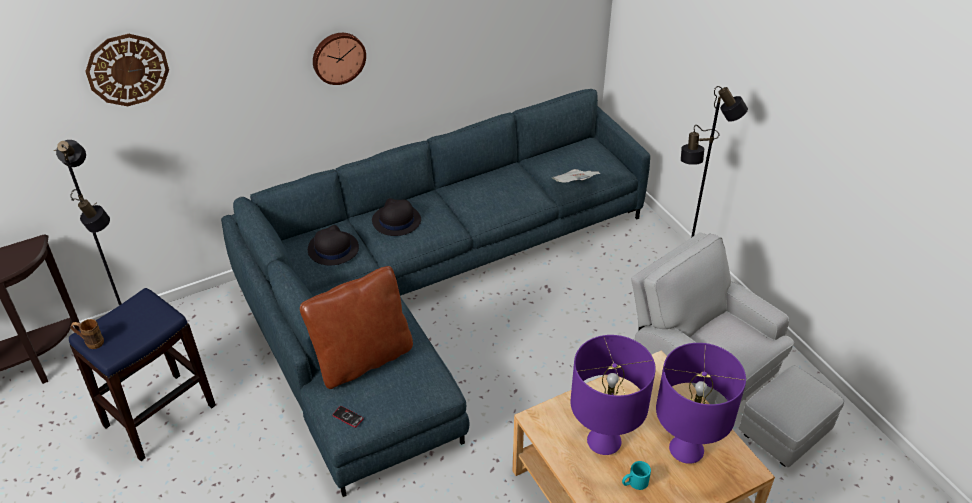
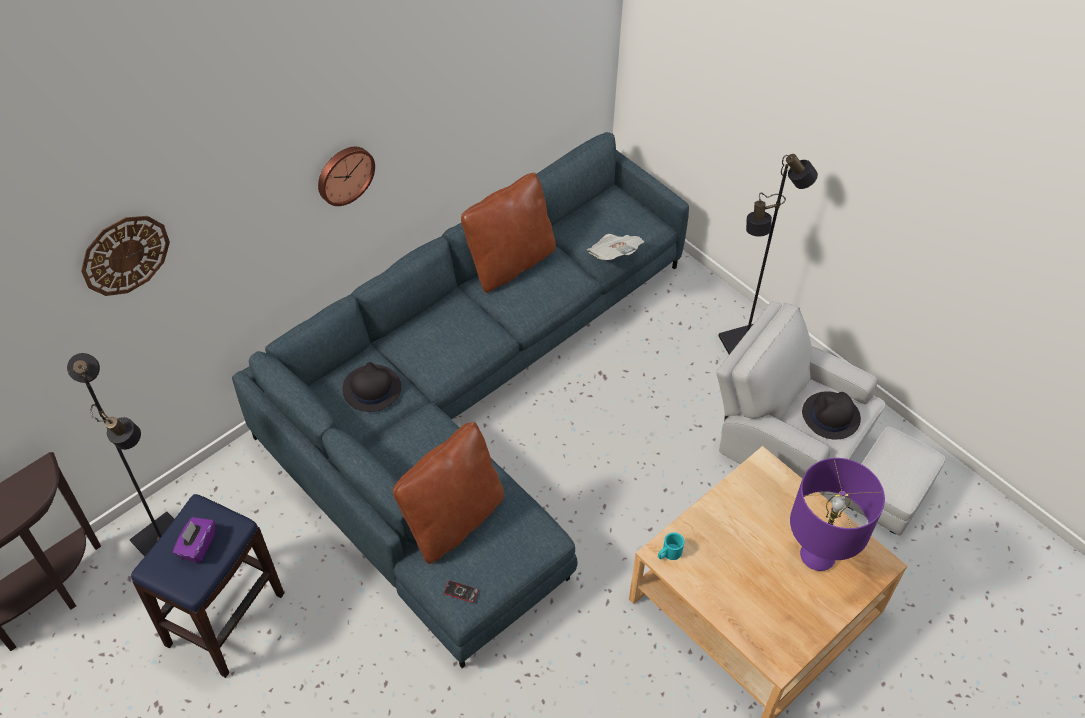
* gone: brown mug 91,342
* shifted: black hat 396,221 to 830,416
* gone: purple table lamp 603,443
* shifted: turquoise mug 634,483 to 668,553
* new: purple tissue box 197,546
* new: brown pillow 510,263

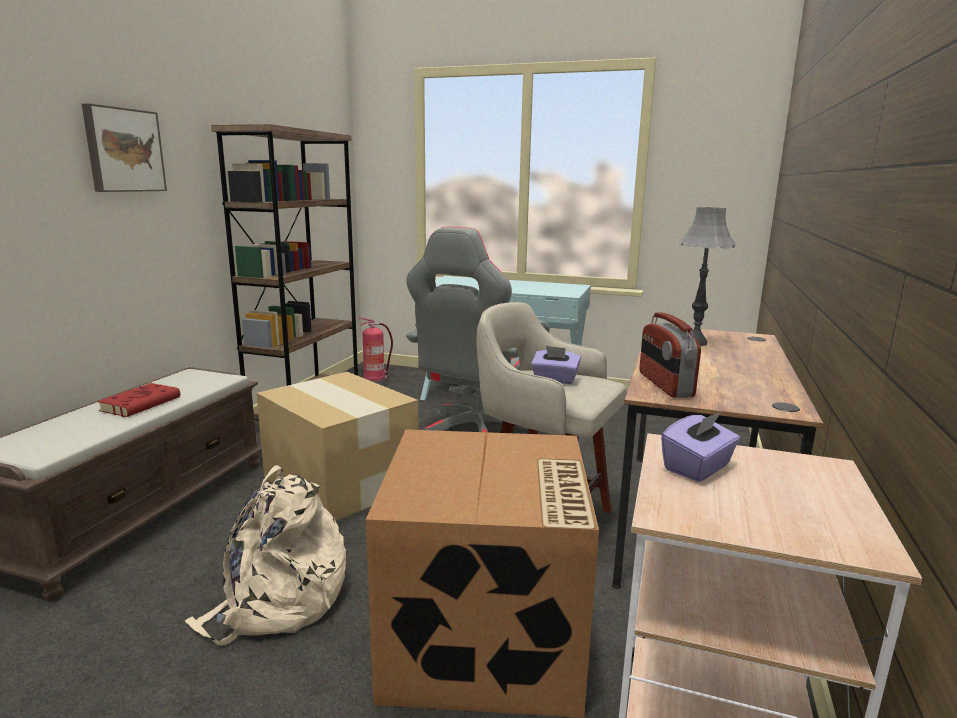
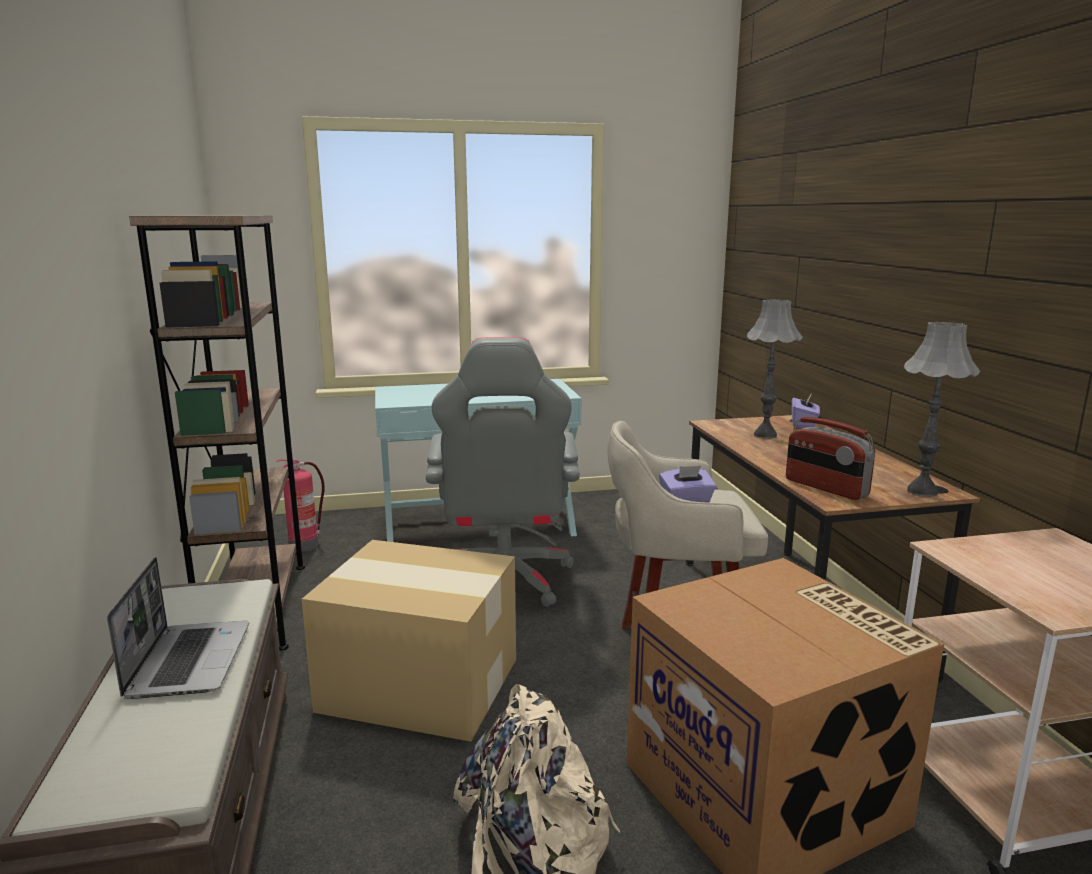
* gone: picture 123,150
* swapped: red book 142,403 to laptop 188,660
* shifted: purple tissue box 698,468 to 804,424
* new: grey table lamp 921,492

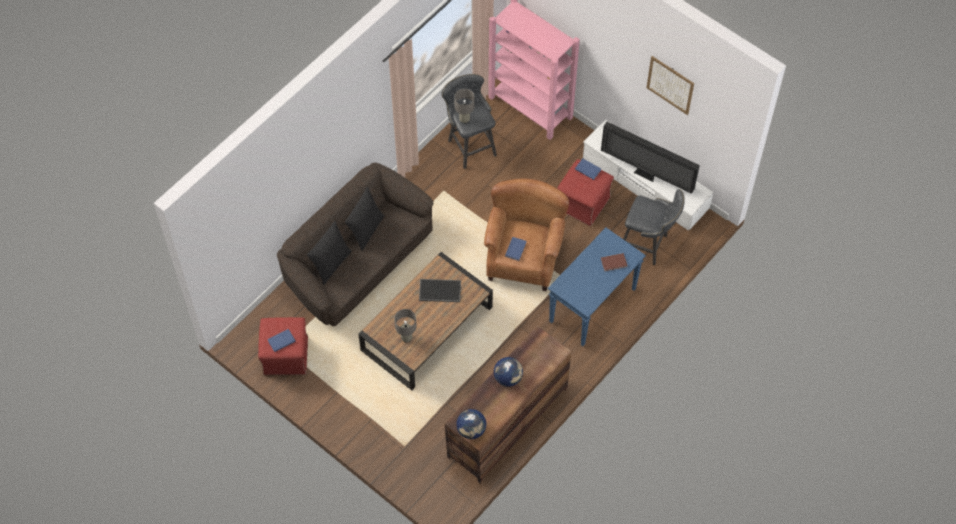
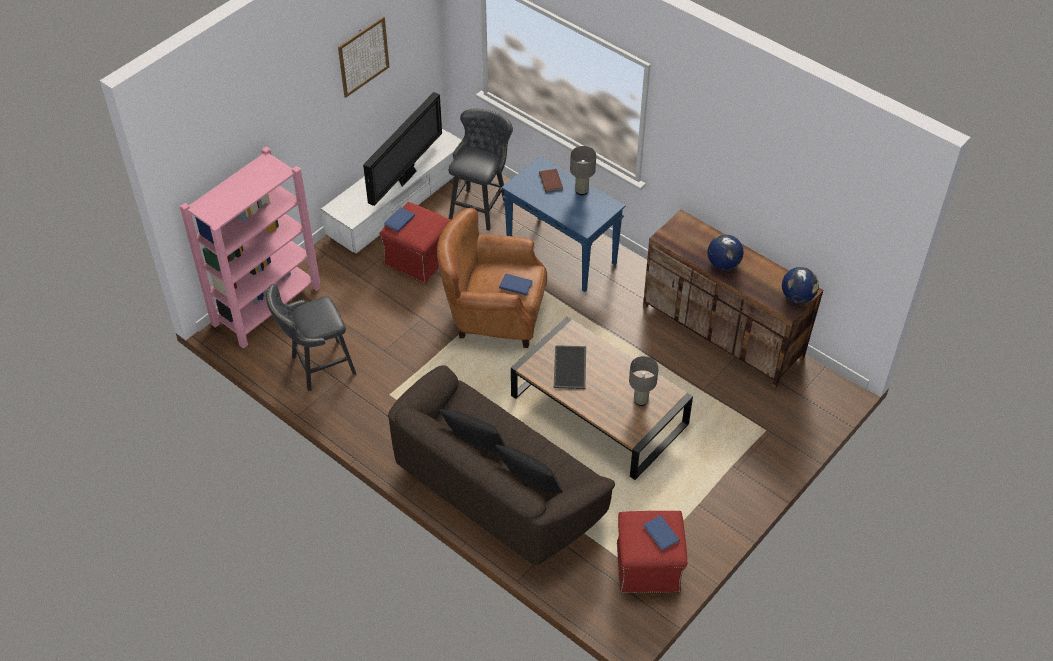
* shifted: grey table lamp 464,120 to 582,191

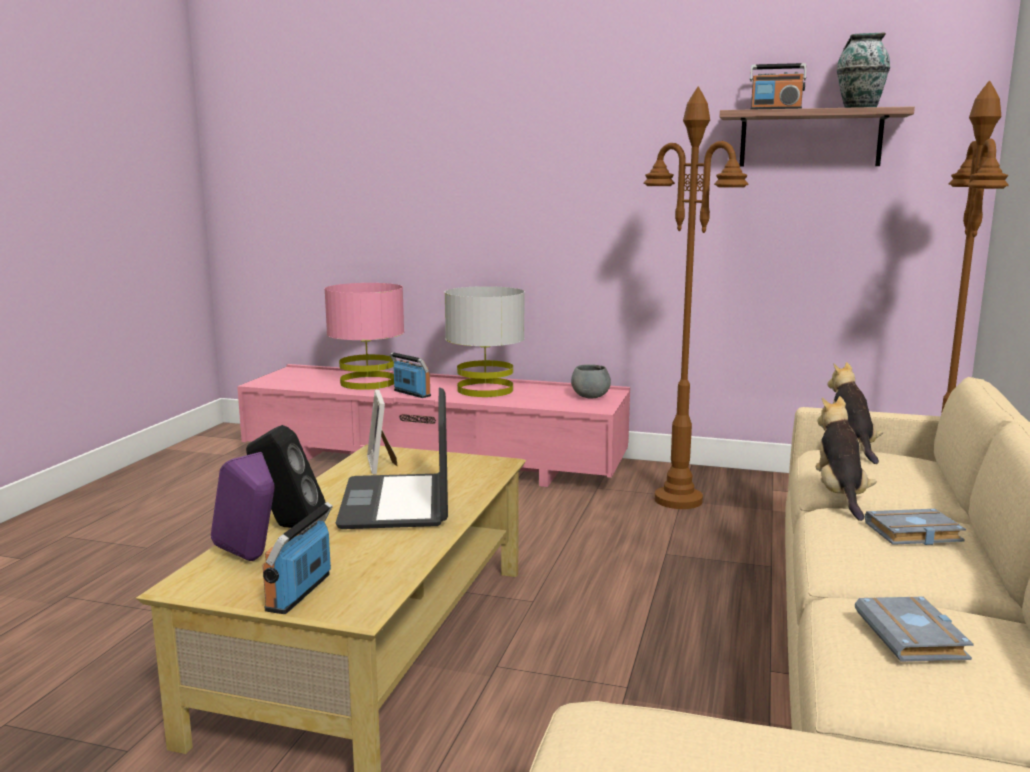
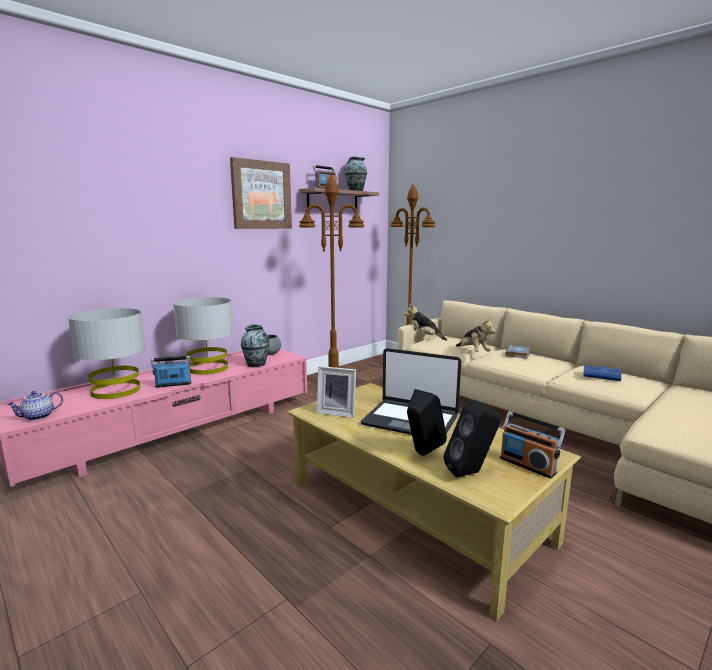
* repainted: purple speaker 251,560 to black speaker 471,473
* repainted: pink table lamp 368,383 to grey table lamp 116,390
* rotated: plush toy 840,496 = 473,352 150 degrees counterclockwise
* repainted: grey book 914,637 to blue book 602,375
* new: teapot 38,417
* new: picture 261,195
* new: vase 256,364

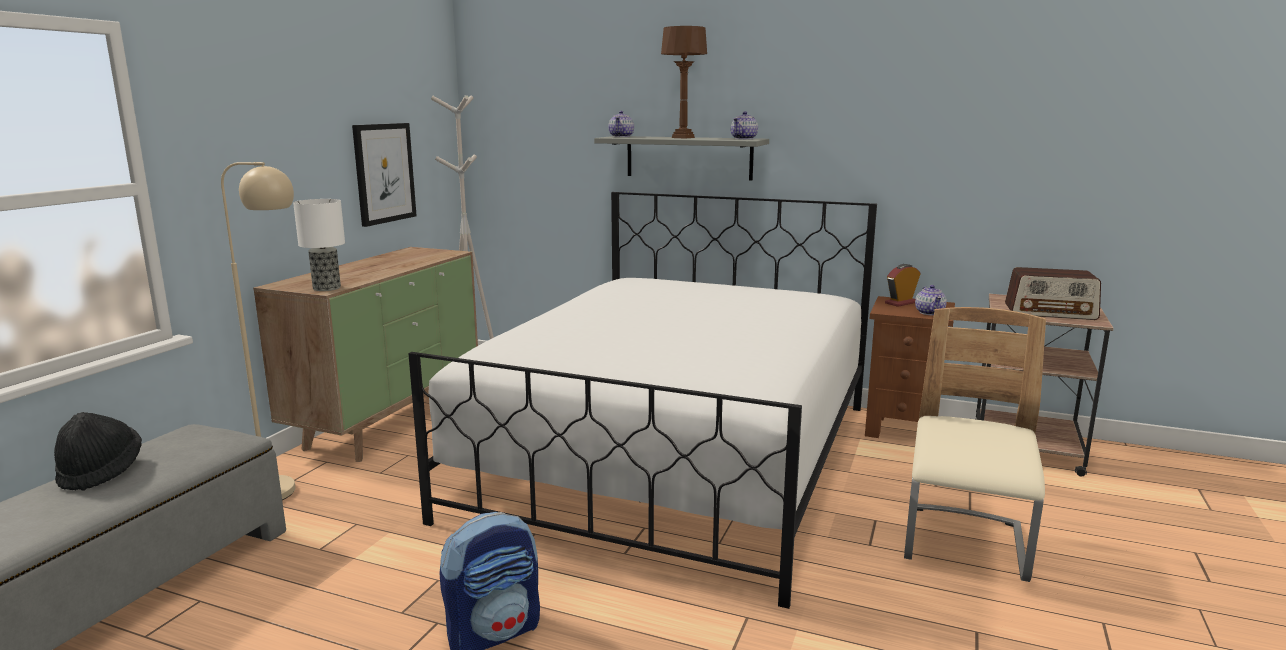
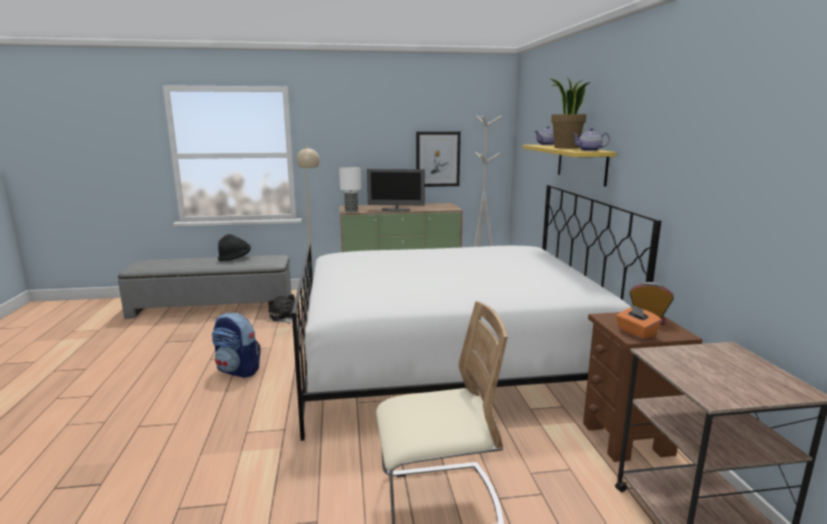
* repainted: grey shelf 688,157 to yellow shelf 581,164
* swapped: brown table lamp 682,137 to potted plant 565,147
* swapped: teapot 929,312 to orange tissue box 636,332
* gone: radio 1050,312
* new: plush toy 284,317
* new: monitor 396,210

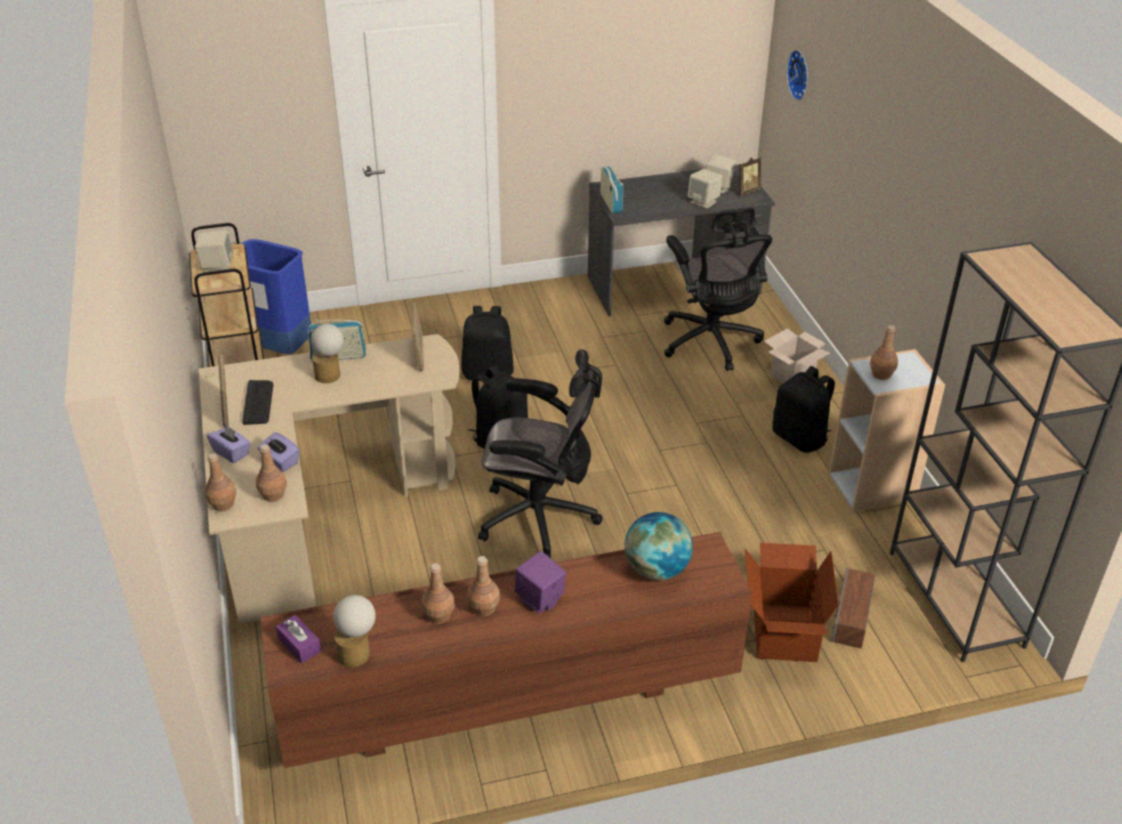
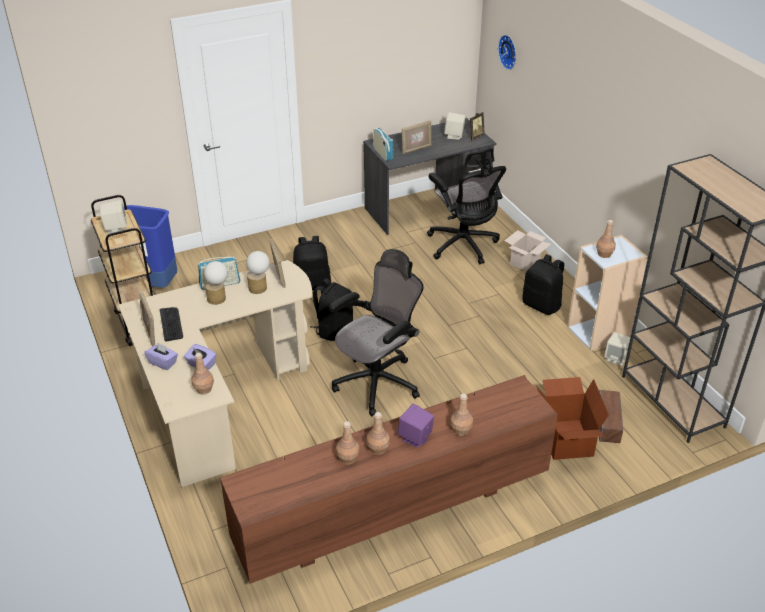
* shifted: brown bottle 223,504 to 461,430
* gone: purple tissue box 299,645
* shifted: table lamp 358,652 to 259,287
* rotated: office chair 539,518 = 377,383 45 degrees counterclockwise
* gone: globe 657,570
* shifted: beige speaker 704,202 to 616,358
* new: picture frame 416,149

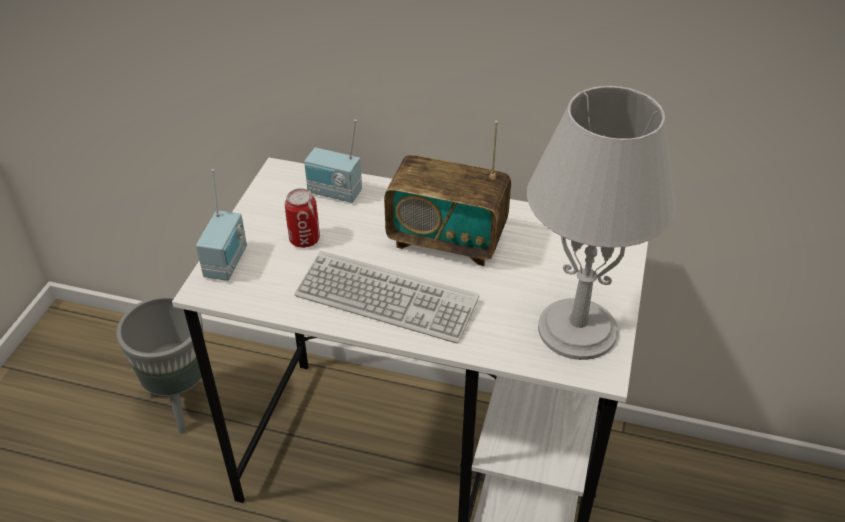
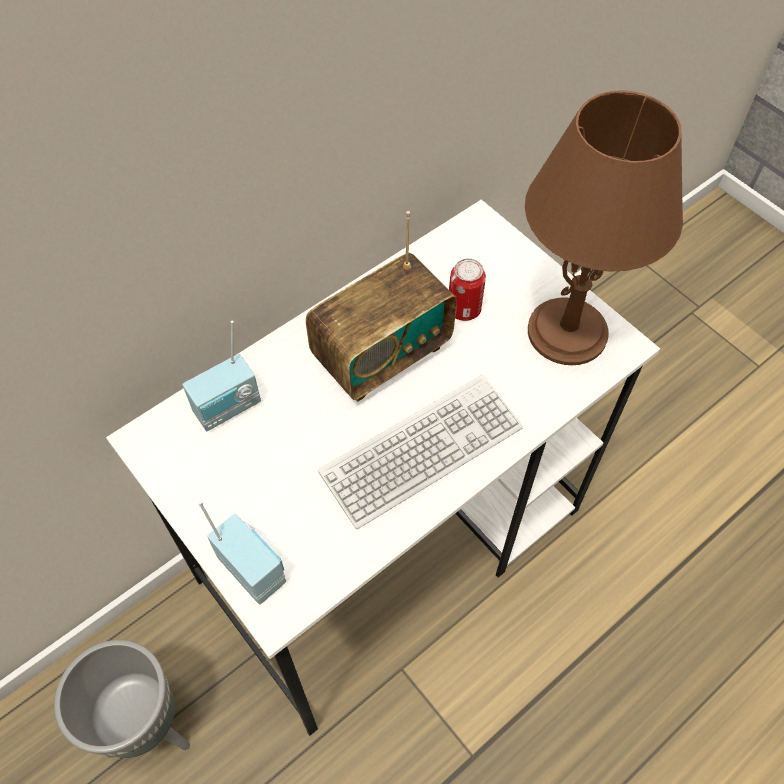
* shifted: can 304,239 to 464,309
* repainted: grey table lamp 576,330 to brown table lamp 567,333

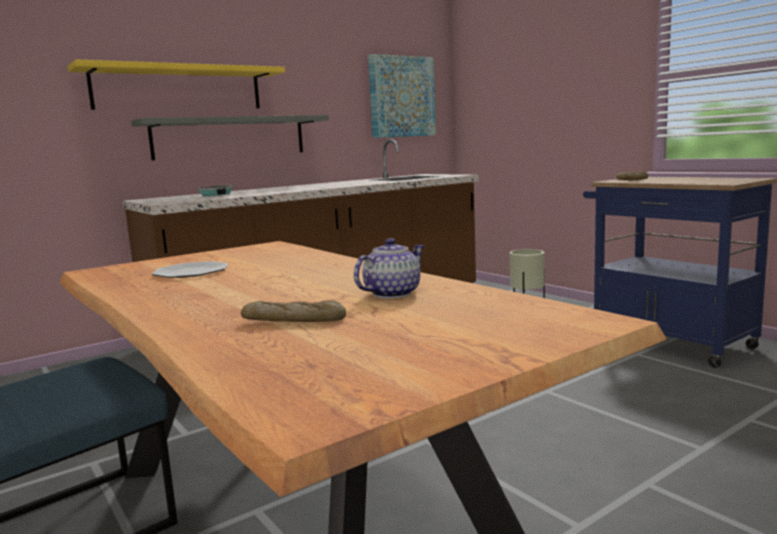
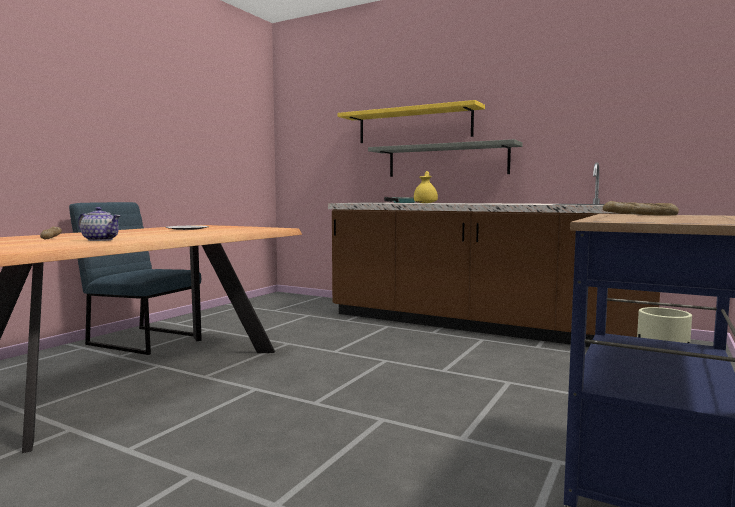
* gone: picture 401,97
* new: yellow teapot 426,203

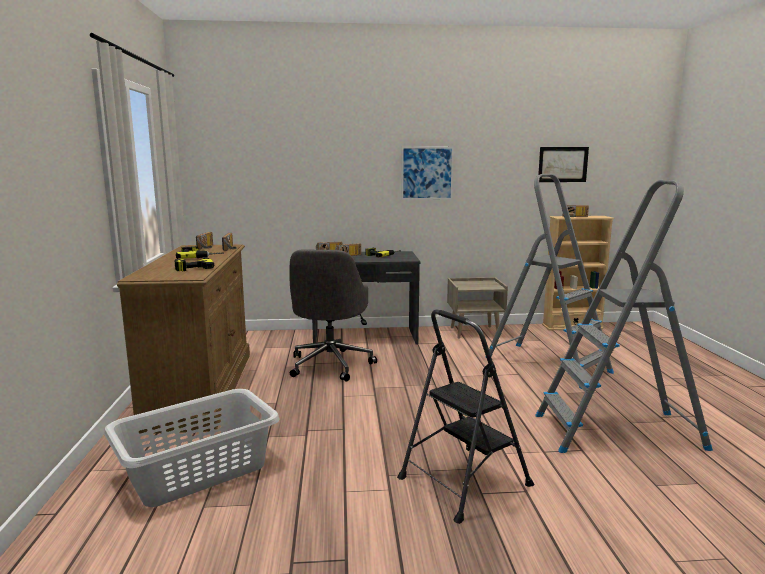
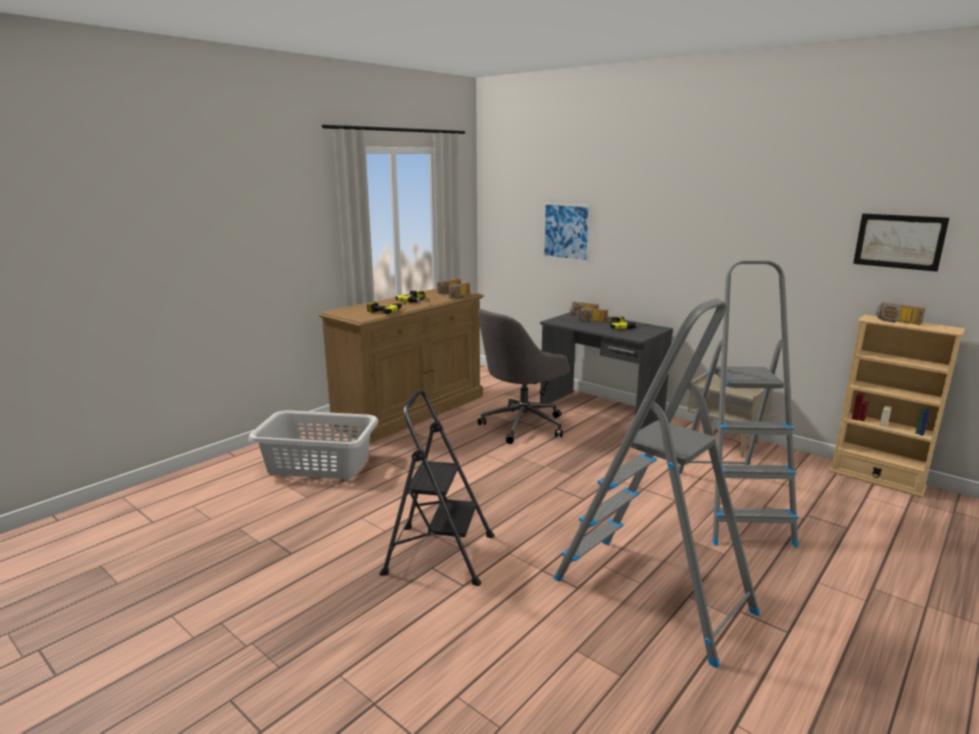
* shifted: picture 427,173 to 566,232

